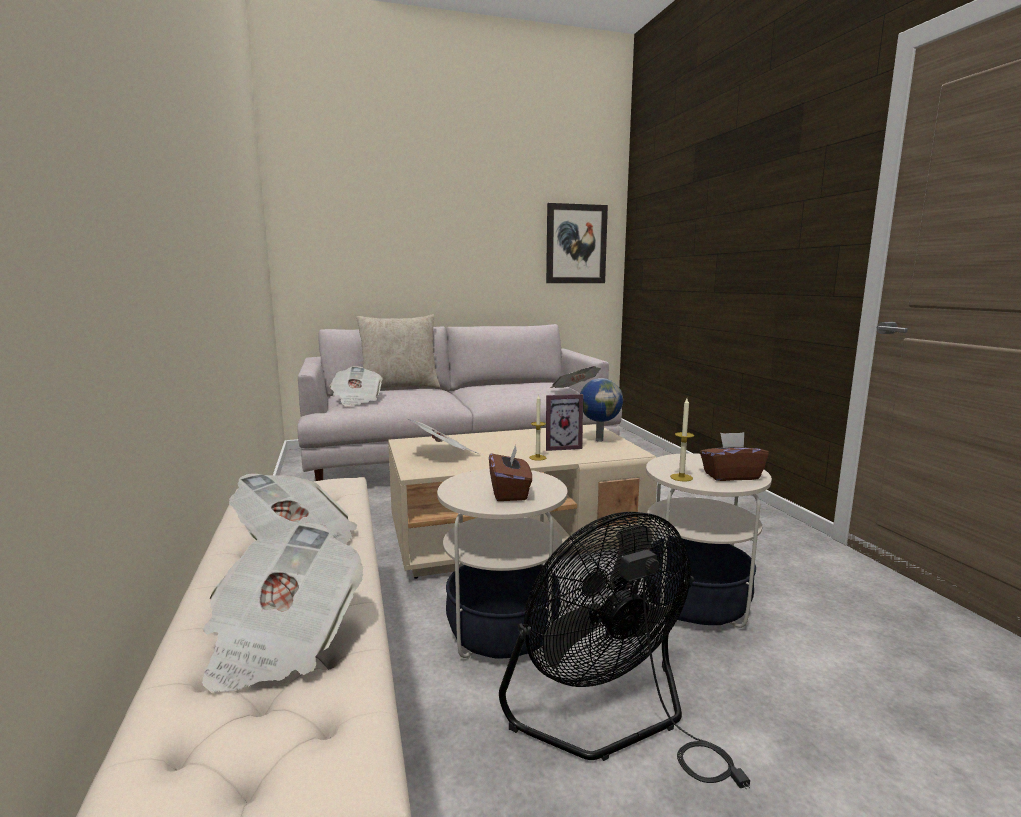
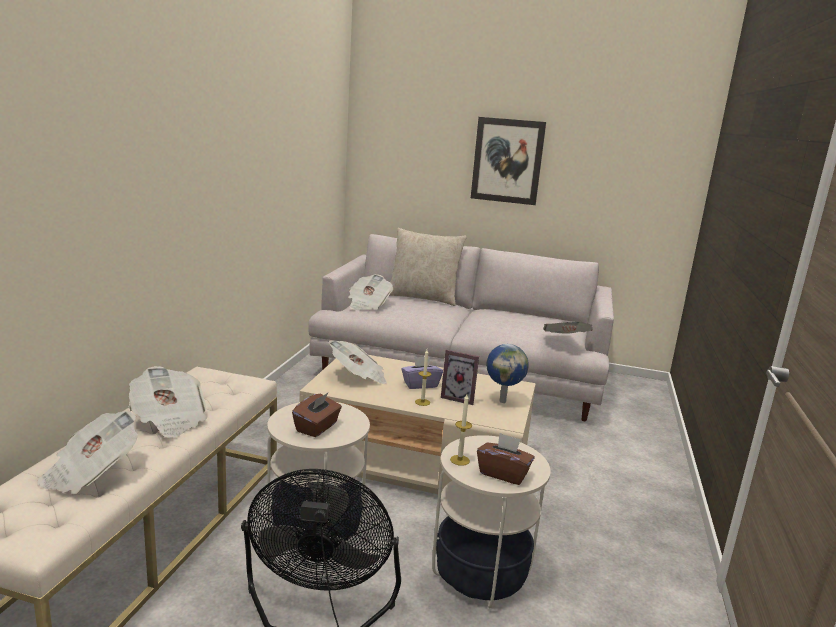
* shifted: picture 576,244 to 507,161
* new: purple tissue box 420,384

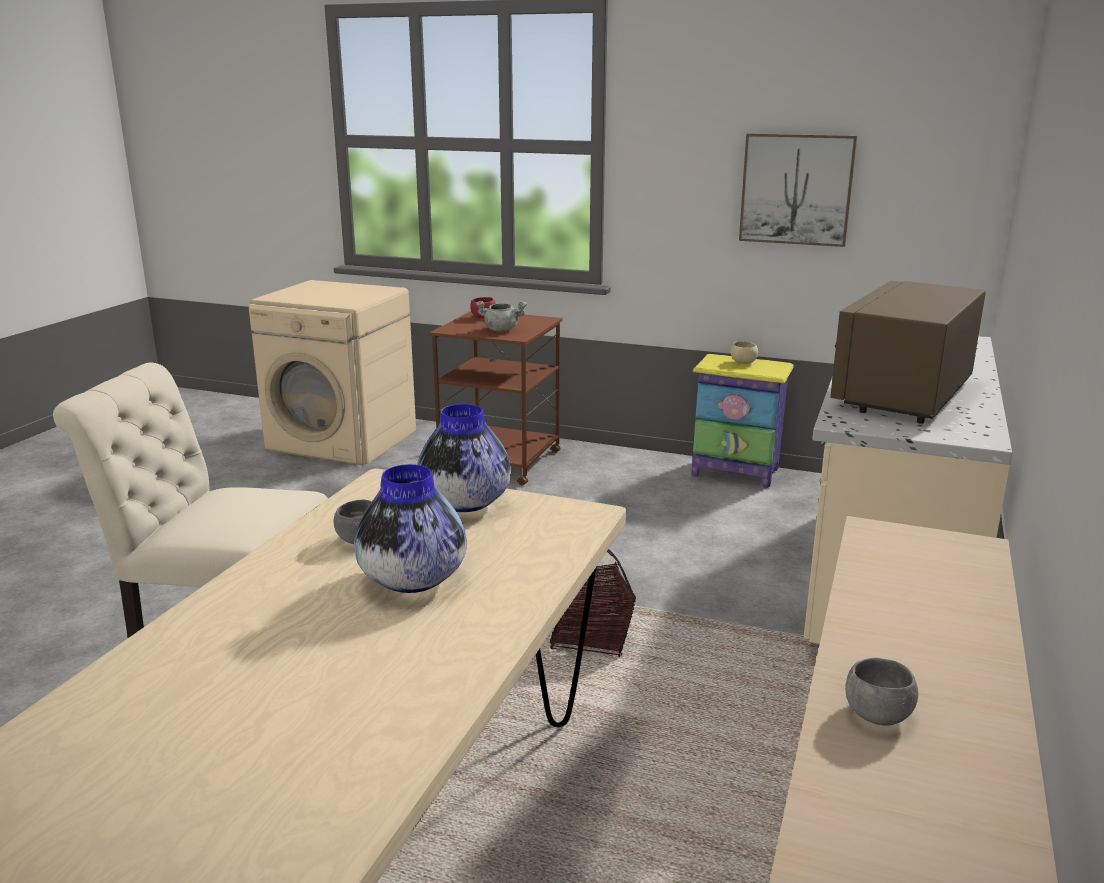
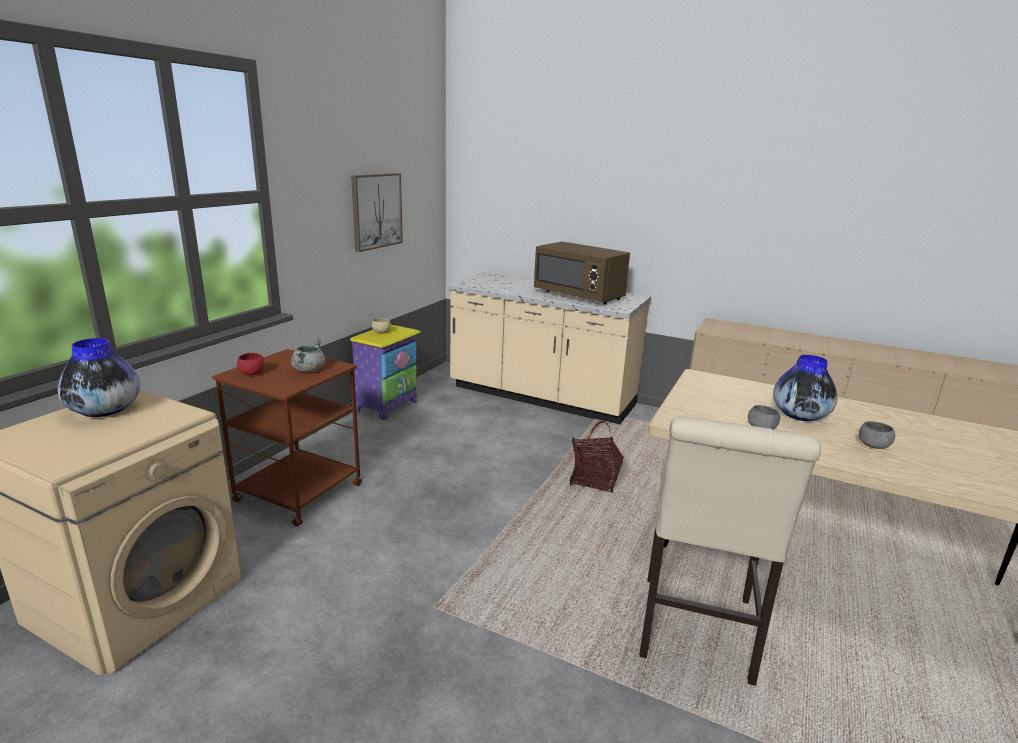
* shifted: vase 465,503 to 104,411
* shifted: grey bowl 877,715 to 873,446

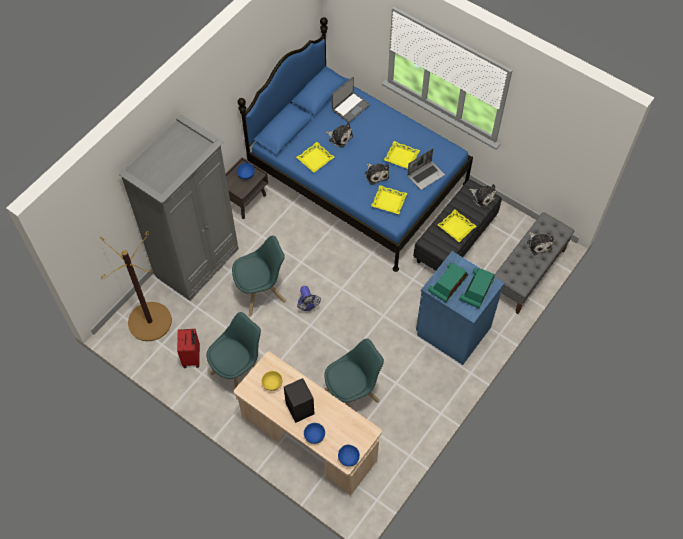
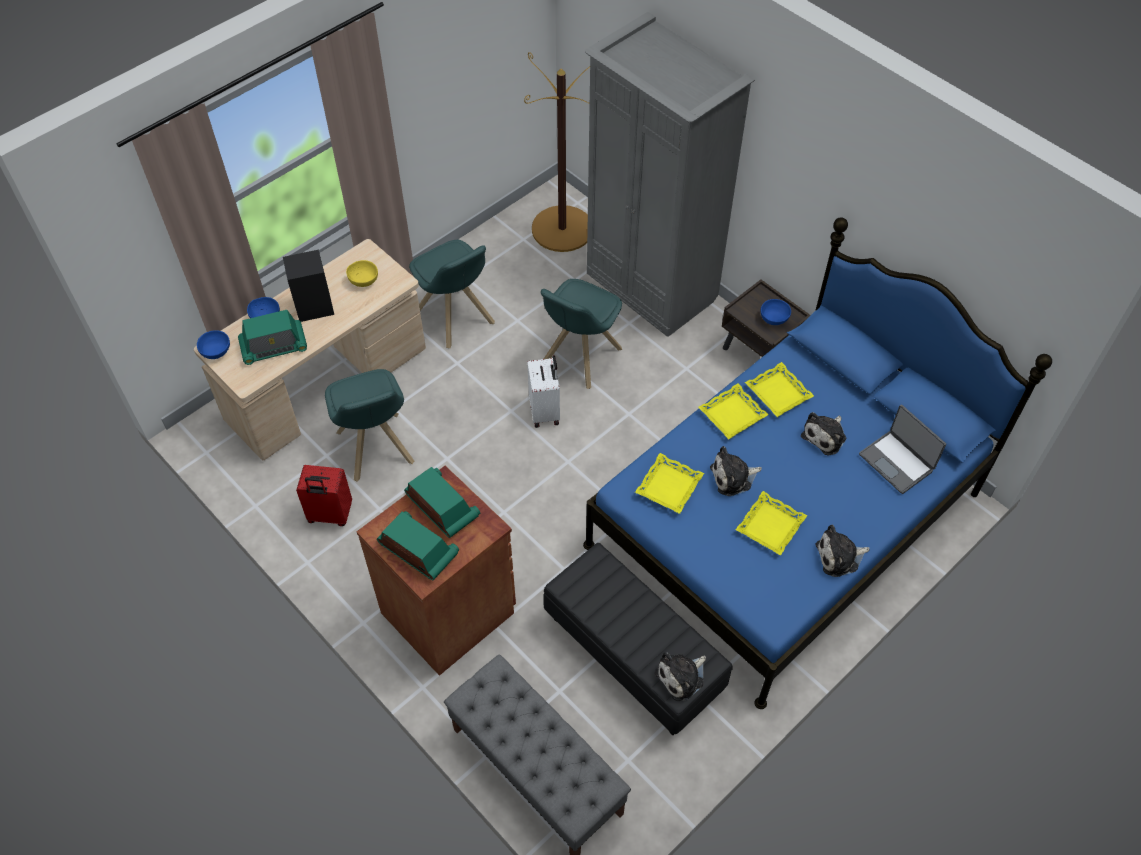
* shifted: red suitcase 192,357 to 330,515
* rotated: turquoise chair 261,294 = 580,357 45 degrees clockwise
* swapped: fan 307,306 to white suitcase 545,411
* gone: laptop 426,175
* repainted: blue dresser 453,331 to brown dresser 447,611
* shifted: yellow tray 456,227 to 732,414
* shifted: plush toy 538,244 to 839,557
* new: radio 274,346

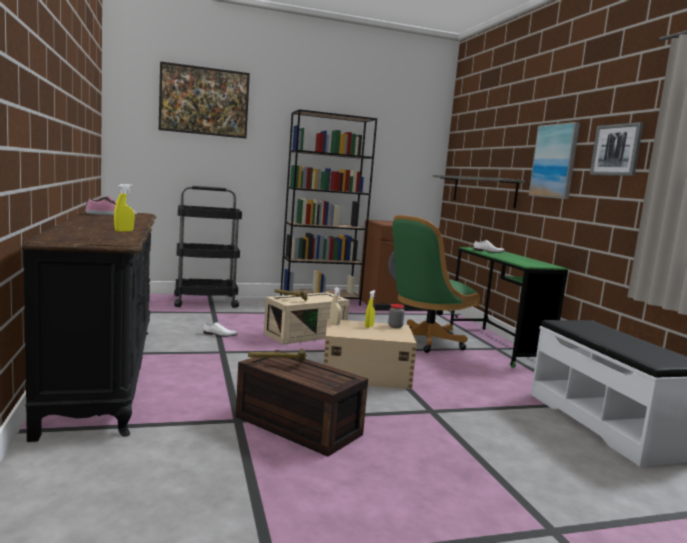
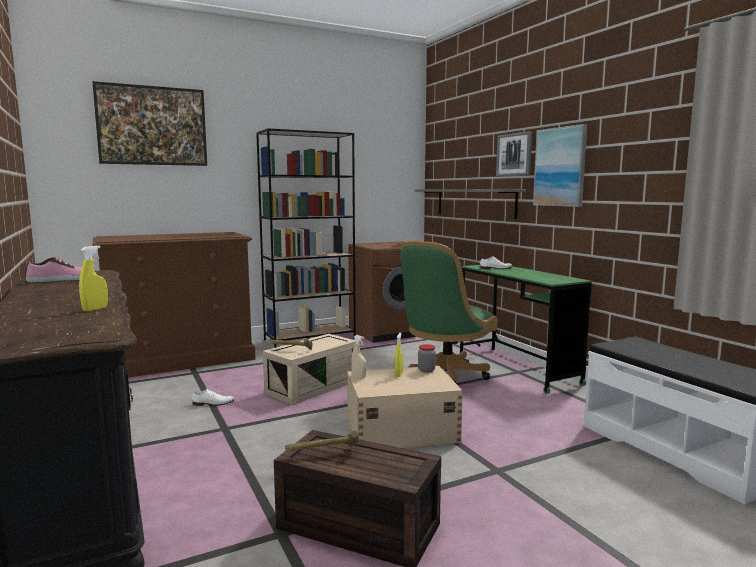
* swapped: black cart 205,301 to brown dresser 180,359
* shifted: picture 616,150 to 514,154

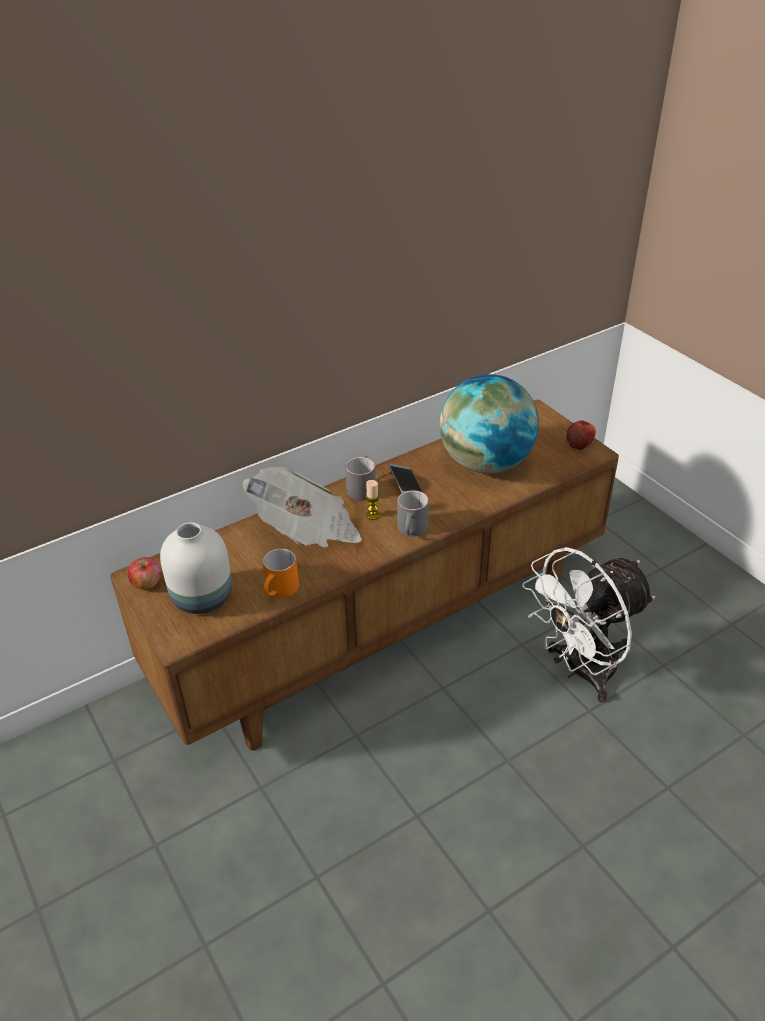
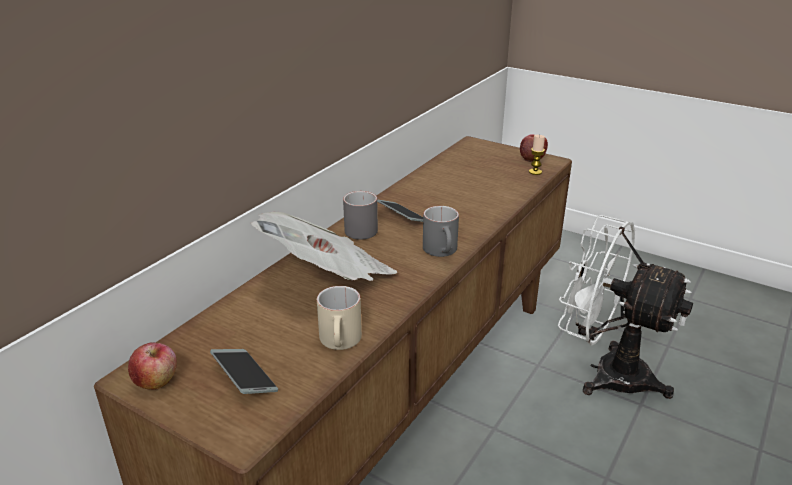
* swapped: white vase 201,598 to phone 244,377
* repainted: orange mug 280,591 to beige mug 341,342
* shifted: candle 373,515 to 535,172
* gone: globe 486,463
* rotated: white fan 580,671 = 606,372 90 degrees clockwise

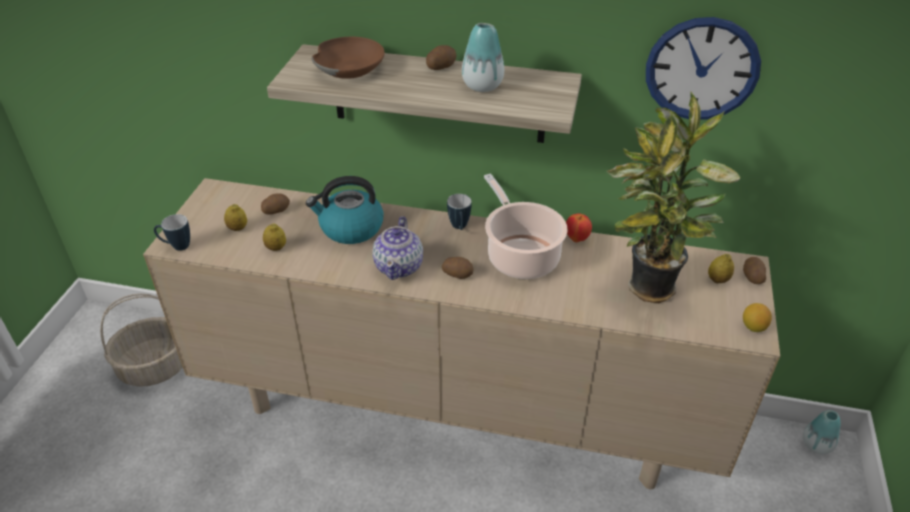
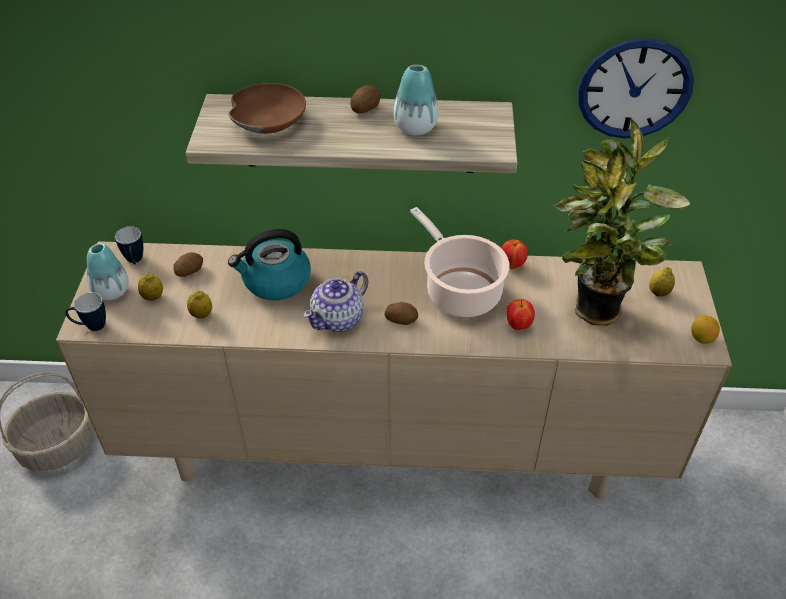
* rotated: teapot 399,266 = 338,319 45 degrees clockwise
* shifted: mug 459,228 to 135,261
* gone: potato 752,277
* shifted: vase 816,445 to 111,291
* new: apple 518,325

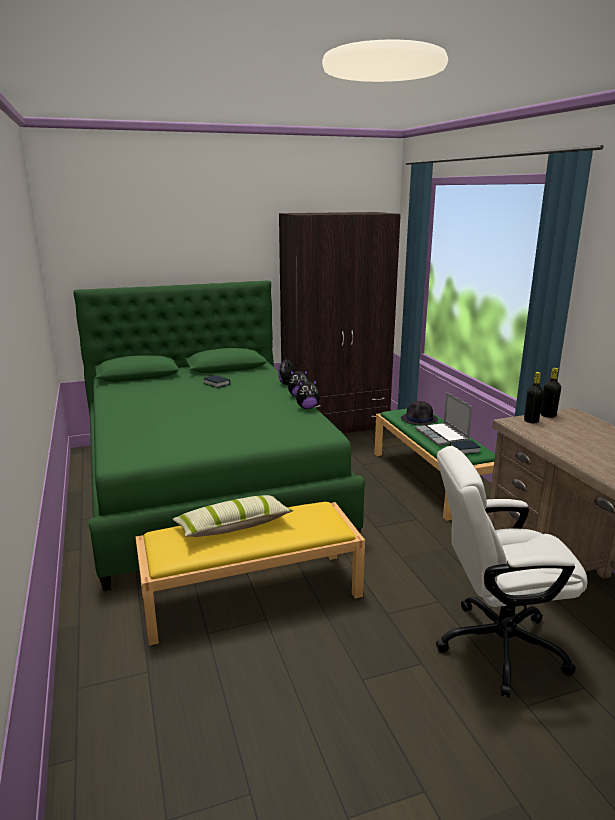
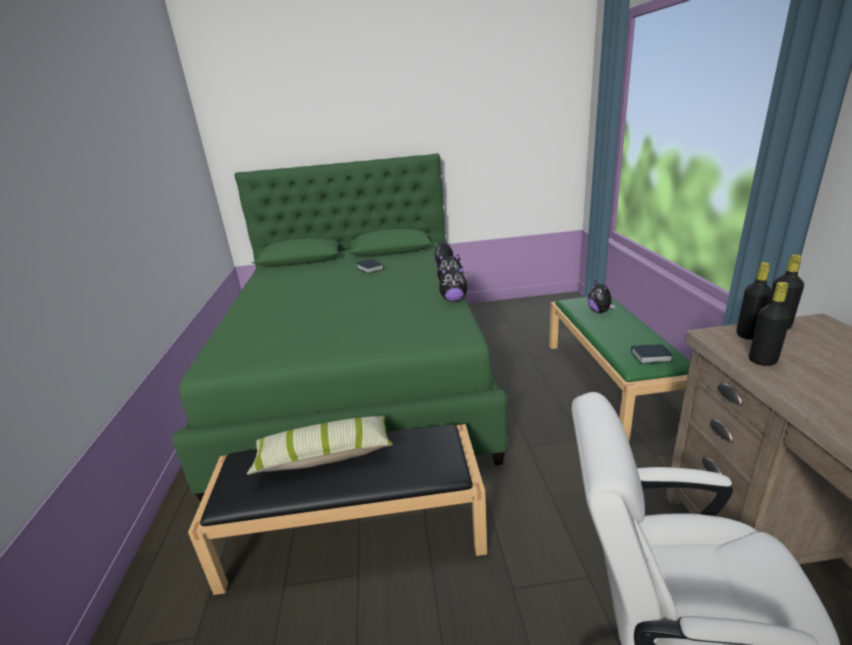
* repainted: yellow bench 253,594 to black bench 356,531
* gone: brown wardrobe 335,425
* swapped: black hat 419,419 to plush toy 600,311
* gone: laptop 442,435
* new: black bottle 762,361

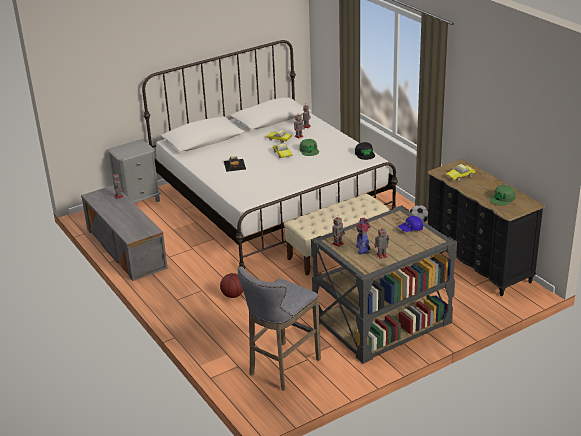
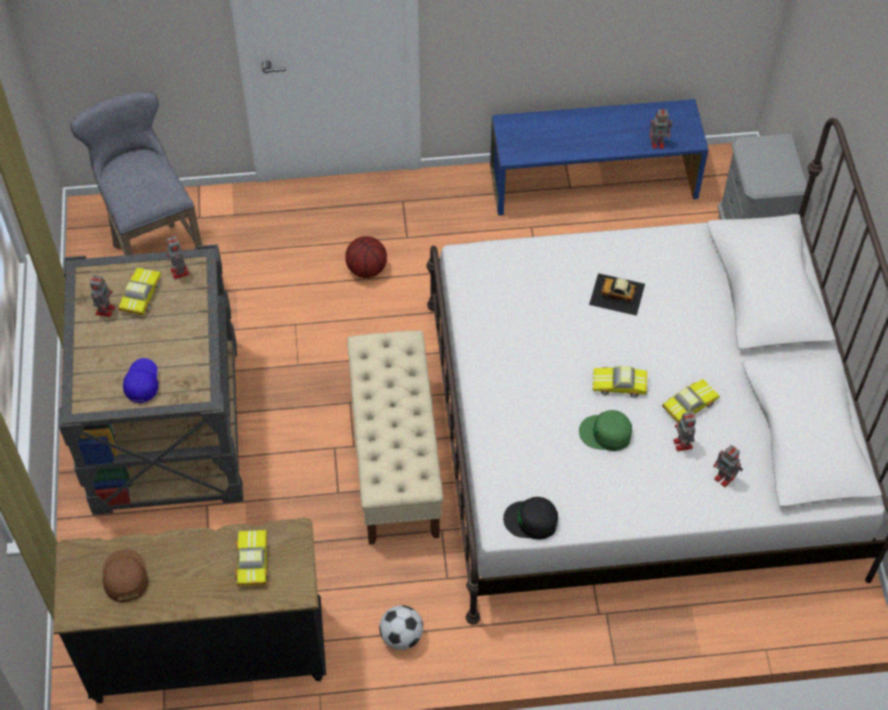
* repainted: grey bench 124,248 to blue bench 594,180
* swapped: toy robot 363,249 to toy car 139,295
* repainted: green cap 502,198 to brown cap 124,577

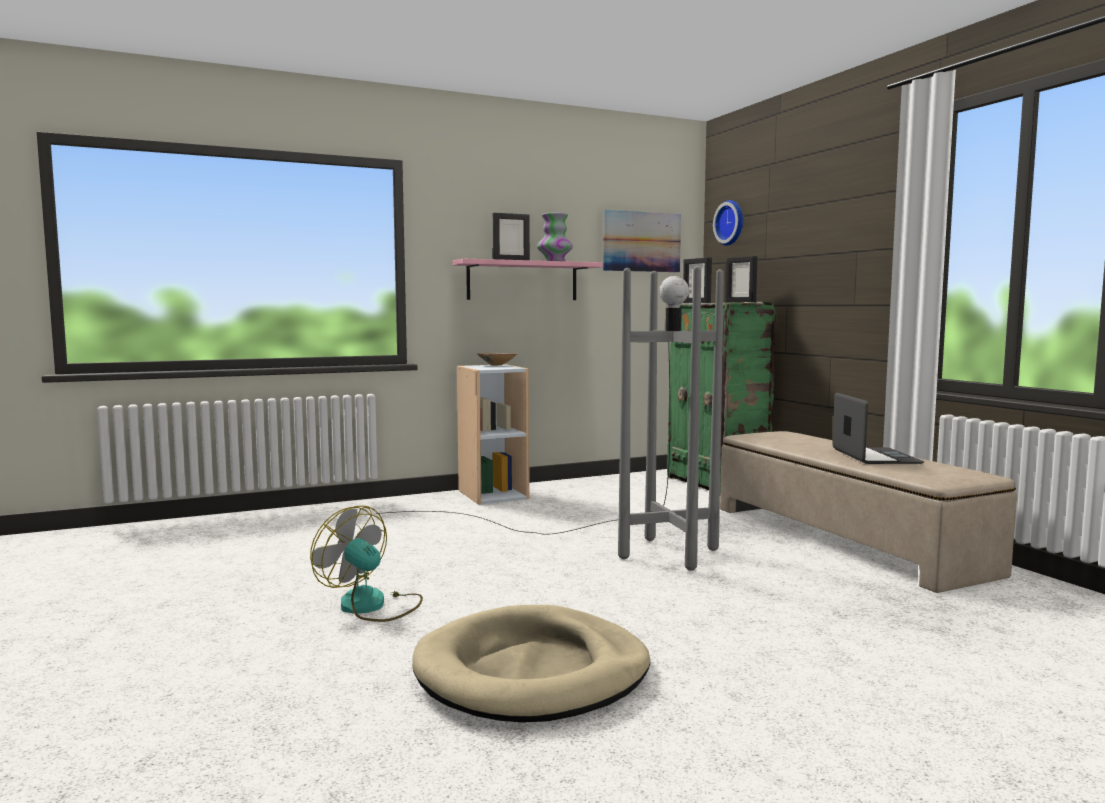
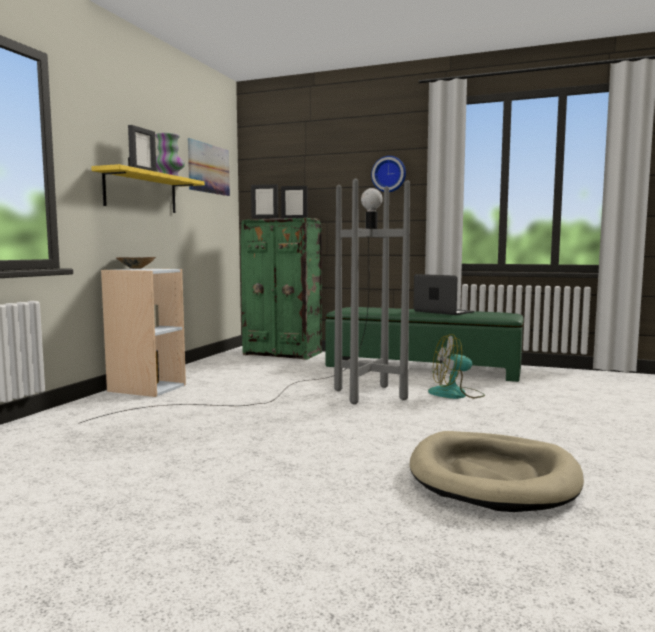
* shifted: fan 372,606 to 456,394
* repainted: pink shelf 522,281 to yellow shelf 141,192
* shifted: wall clock 731,223 to 389,174
* repainted: beige bench 846,539 to green bench 423,367

